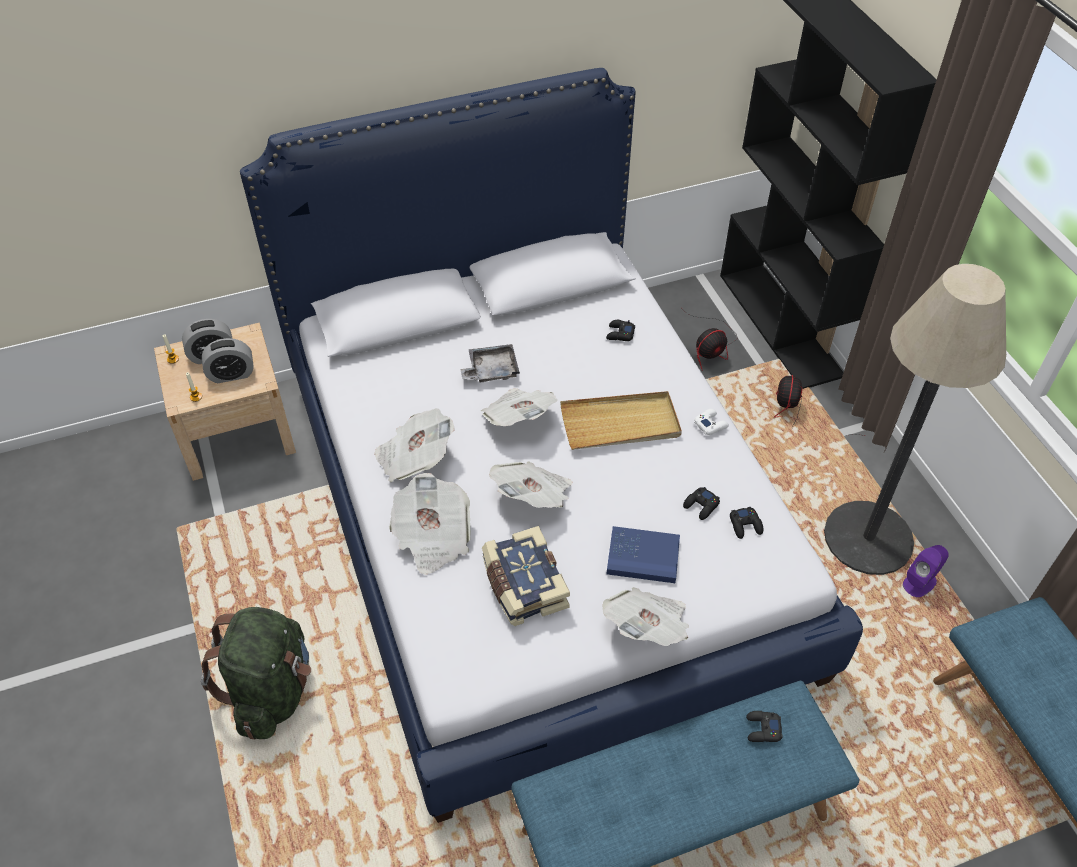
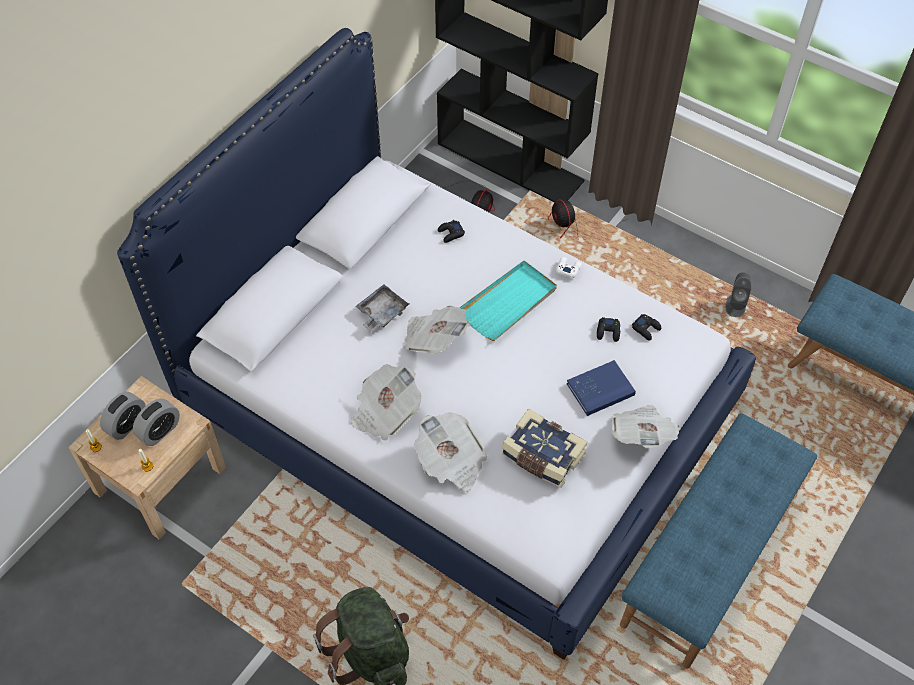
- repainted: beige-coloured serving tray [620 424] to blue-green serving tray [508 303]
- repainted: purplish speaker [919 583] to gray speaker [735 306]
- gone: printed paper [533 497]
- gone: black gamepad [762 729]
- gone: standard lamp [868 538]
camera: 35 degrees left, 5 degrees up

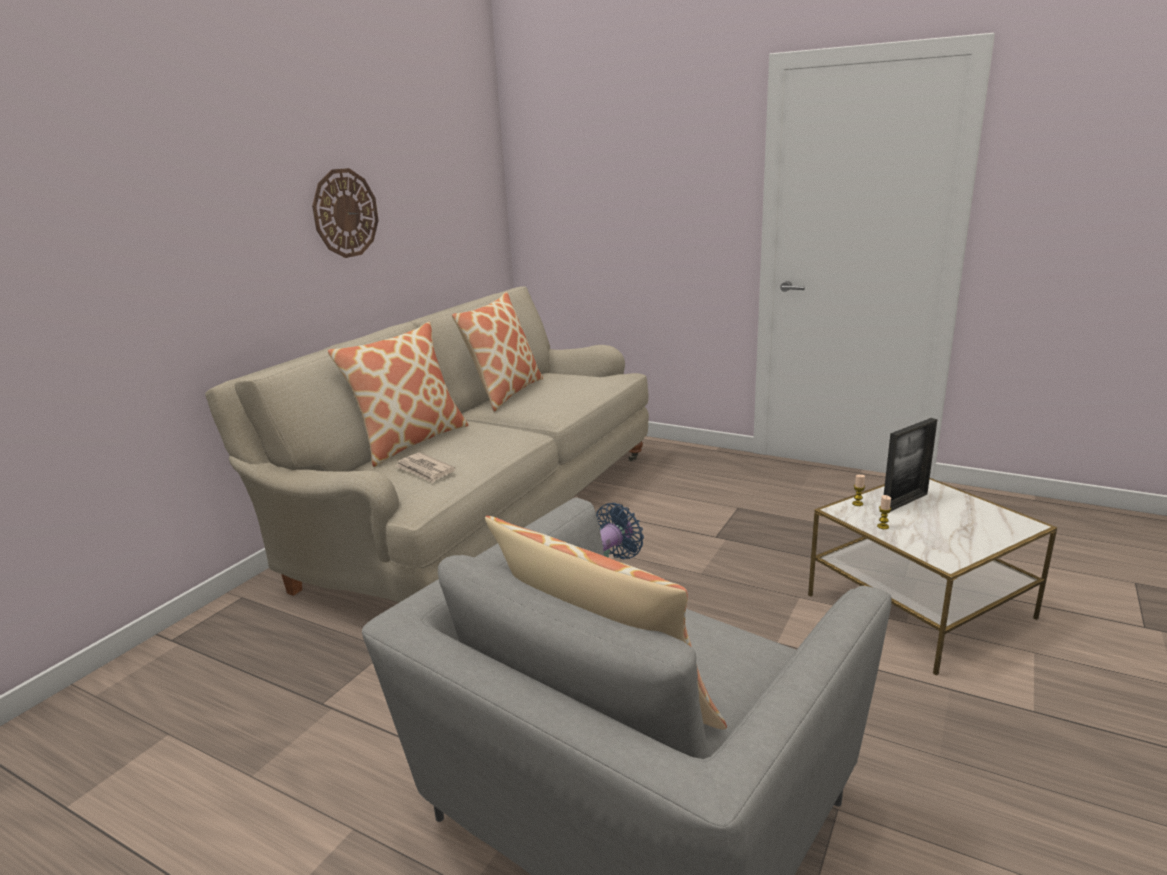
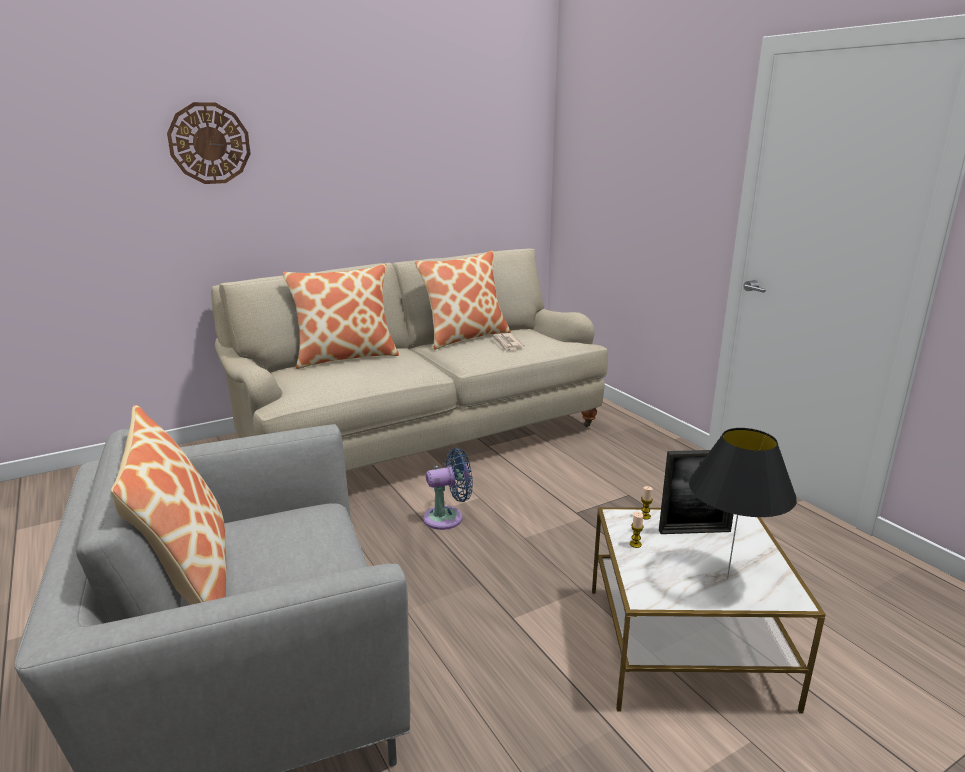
- shifted: clock on the wall [345 213] to [209 143]
- shifted: printed paper [425 470] to [507 344]
- new: black tabletop lamp [727 577]
camera: 30 degrees right, 0 degrees up

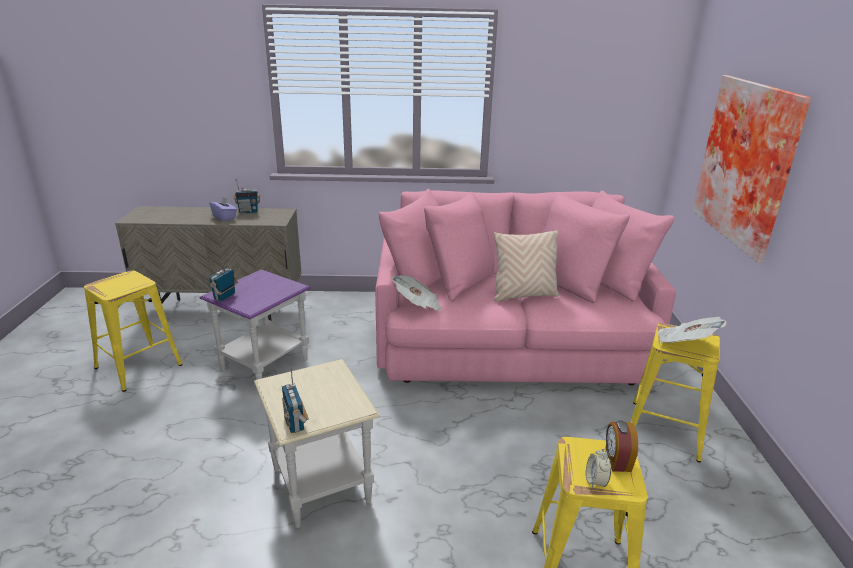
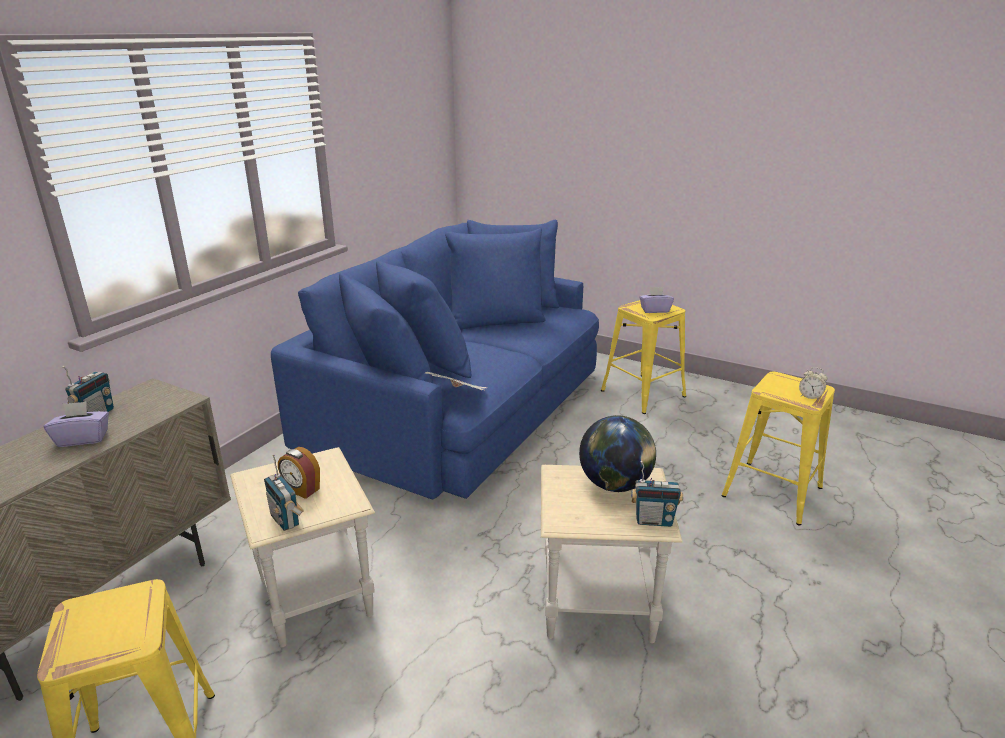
- repainted: purplish side table [264 365] to beige-coloured side table [316 598]
- repainted: pink-coloured sofa [509 340] to blue-coloured sofa [457 408]
- shifted: table clock [617 461] to [301 489]
- new: desk globe [614 485]
- swapped: printed paper [685 343] to purplish tissue holder [655 310]
- gone: beige-coloured cushion [524 295]
- gone: wall picture [749 163]
camera: 60 degrees left, 0 degrees up

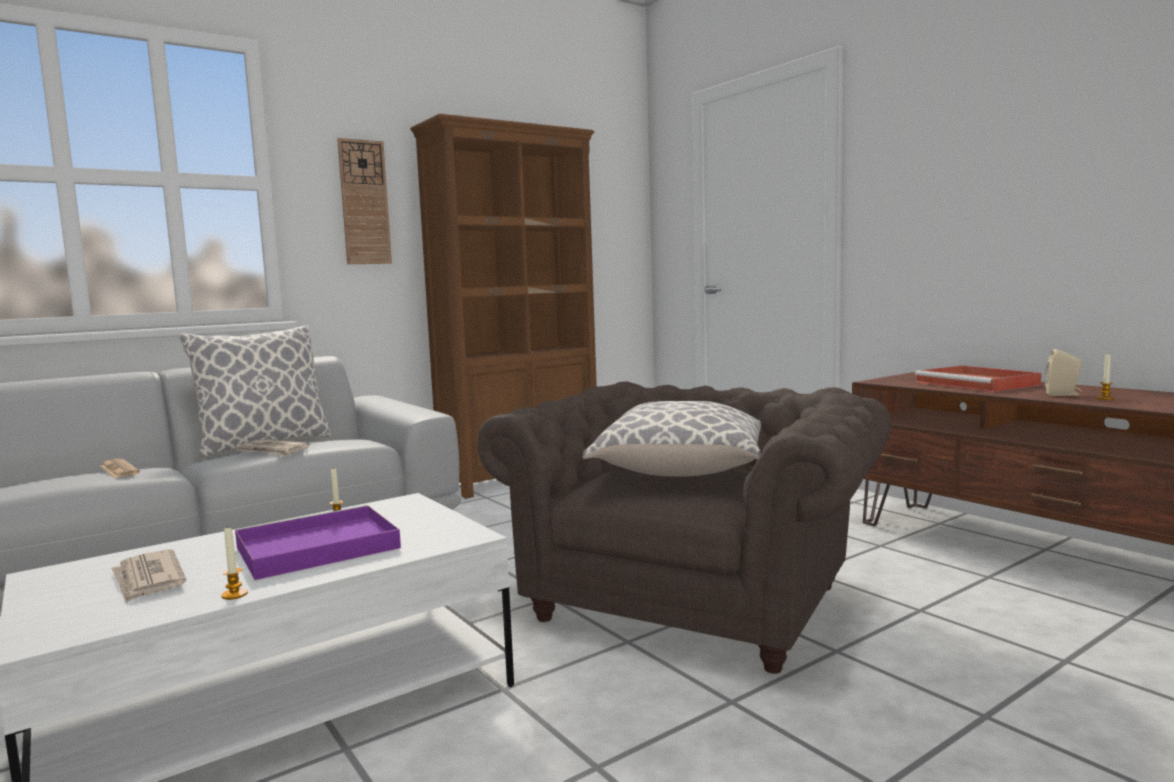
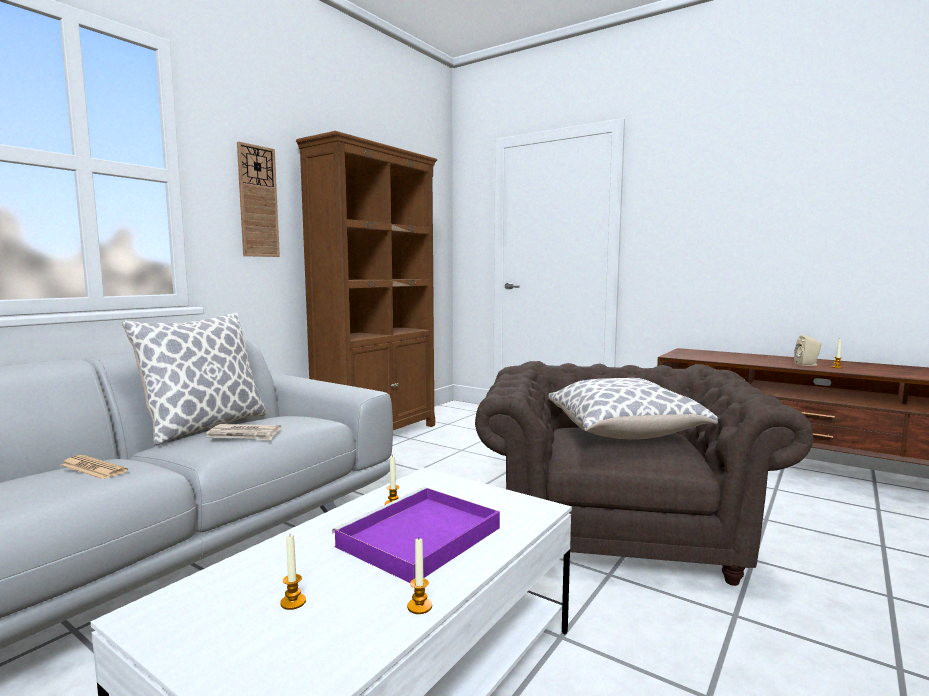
- swapped: printed paper [148 580] to wax light [293 602]
- gone: reddish serving tray [978 383]
camera: 20 degrees left, 0 degrees up

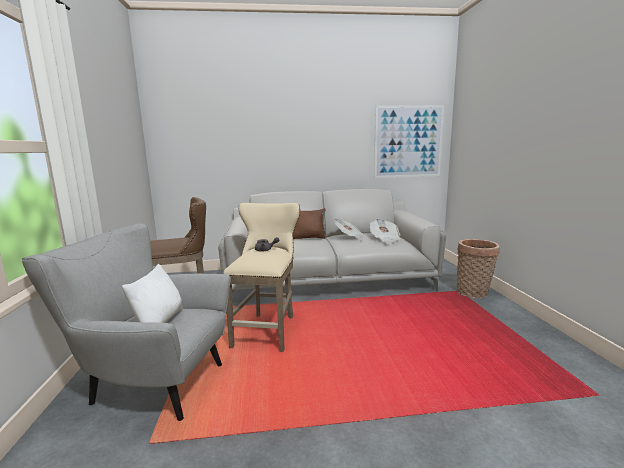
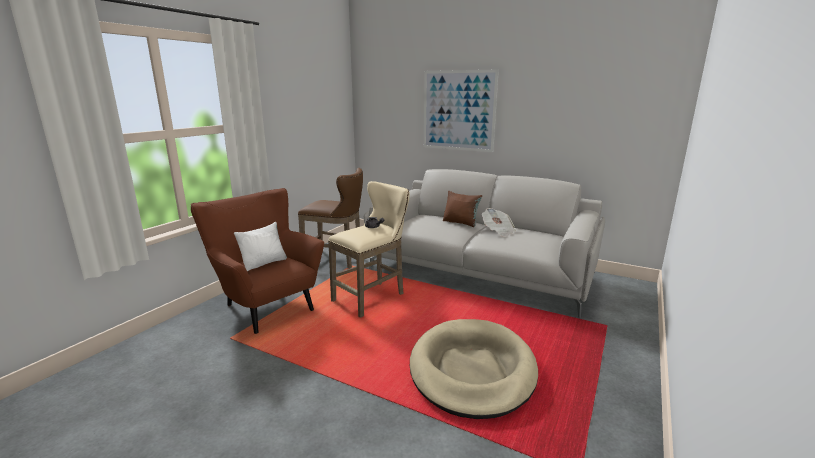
- repainted: gray armchair [150 384] to brownish armchair [265 306]
- new: beige-coloured dog cushion [472 370]
- shifted: wall picture [408 142] to [458 111]
- gone: printed paper [384 239]
- gone: storage basket [474 293]
camera: 35 degrees right, 5 degrees up

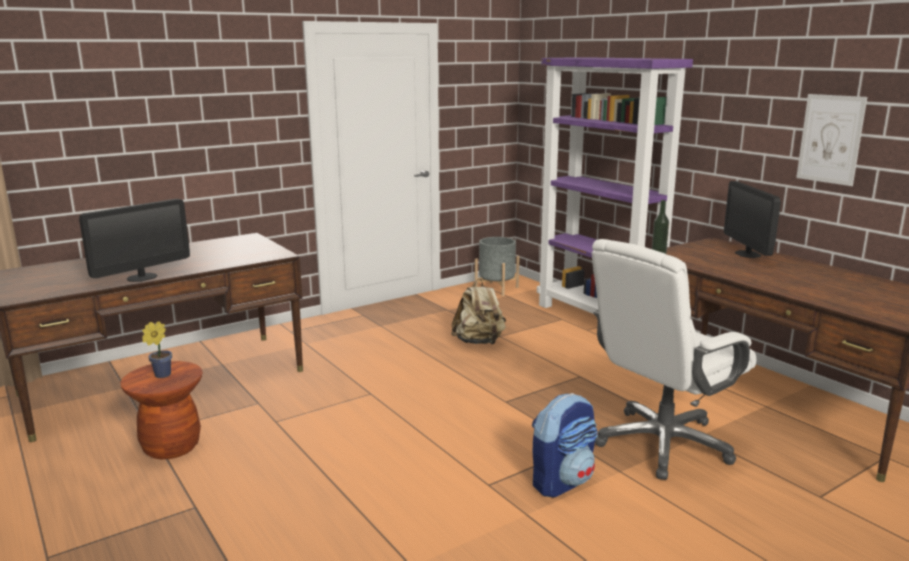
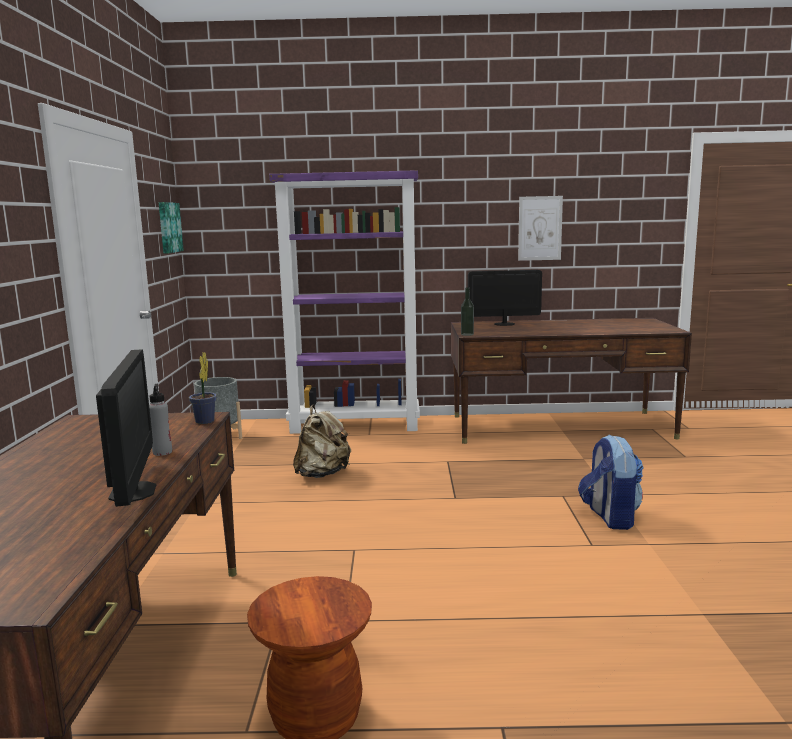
- new: gray drink bottle [162 452]
- new: wall picture [168 227]
- shifted: potted plant [160 375] to [204 422]
- rotated: computer display [748 254] = [504 324] 150 degrees clockwise
- gone: white-coloured computer chair [662 444]
camera: 55 degrees left, 5 degrees down

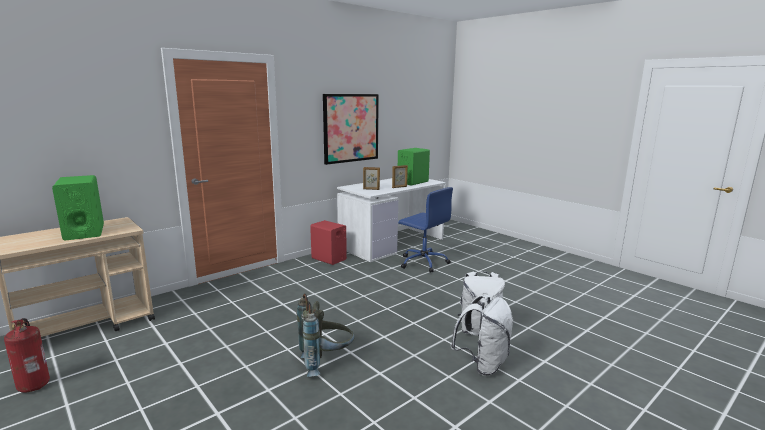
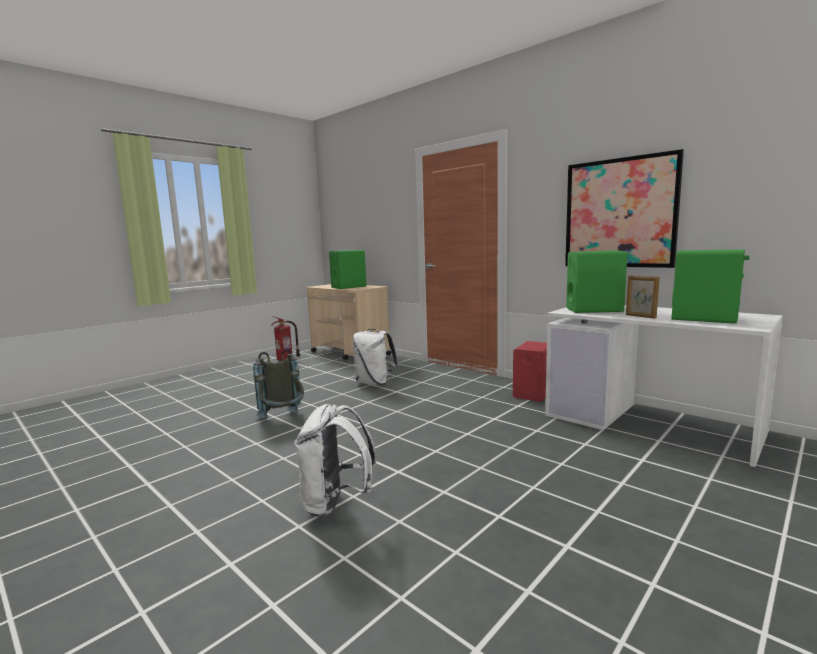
- shifted: white-coloured rucksack [483 364] to [374 383]
- swapped: standing frame [371 189] to green speaker [594 310]
- gone: blue-coloured computer chair [423 262]
camera: 85 degrees right, 5 degrees down

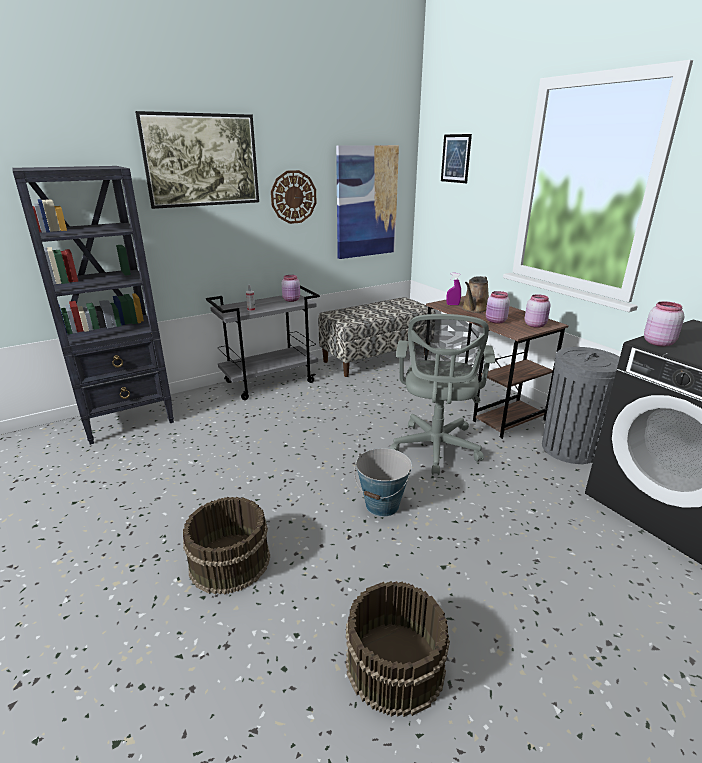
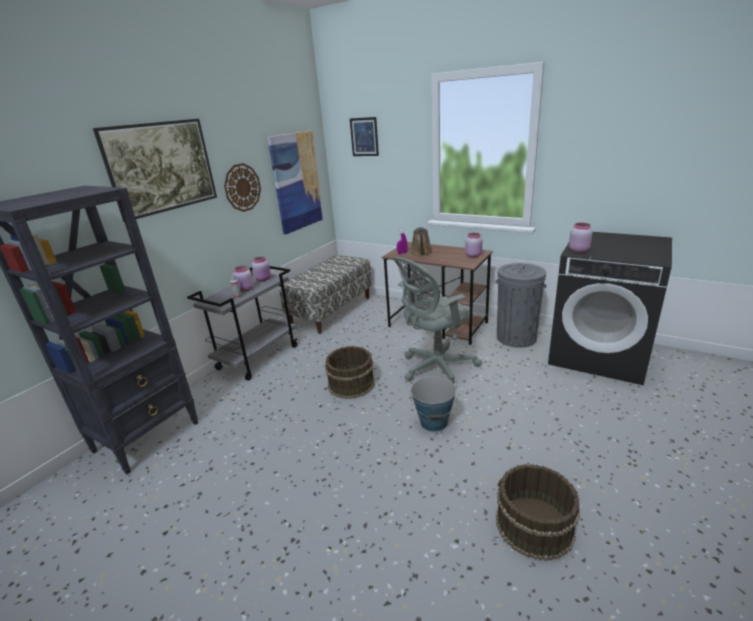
- shifted: pink-coloured jar [495 321] to [245 289]
- shifted: brownish bucket [229 561] to [351 383]
- rotated: gray computer chair [435 449] = [435 368] 75 degrees clockwise
camera: 25 degrees left, 0 degrees up

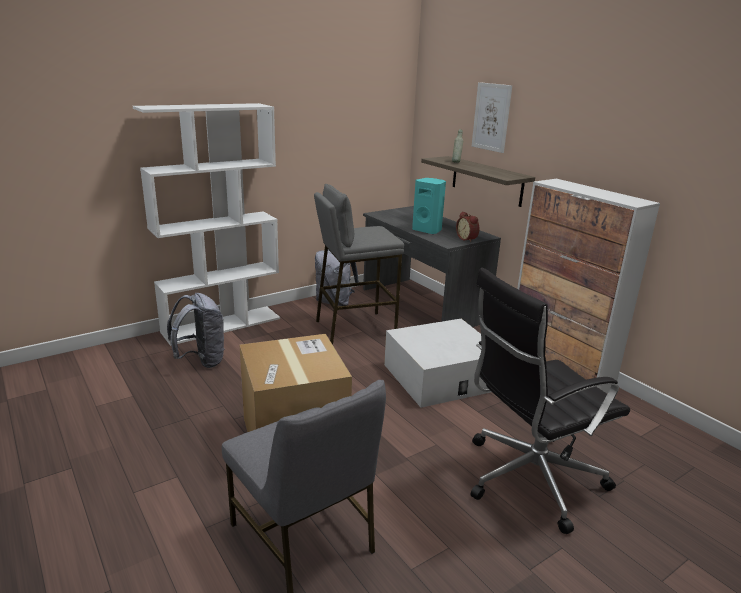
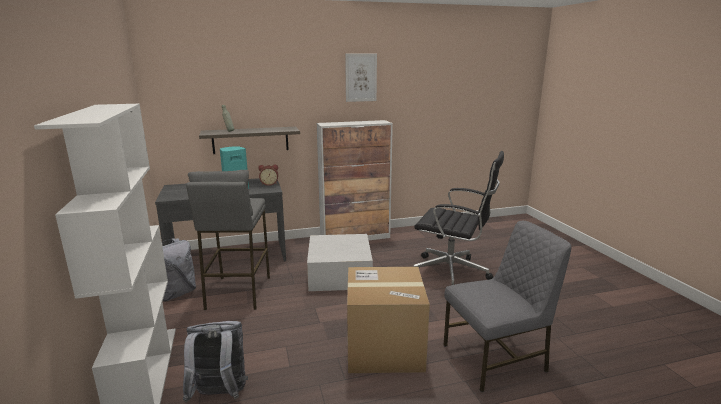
- shifted: wall picture [491 117] to [361 77]
- rotated: black computer chair [528 478] = [452 273] 60 degrees counterclockwise
camera: 70 degrees left, 5 degrees down

